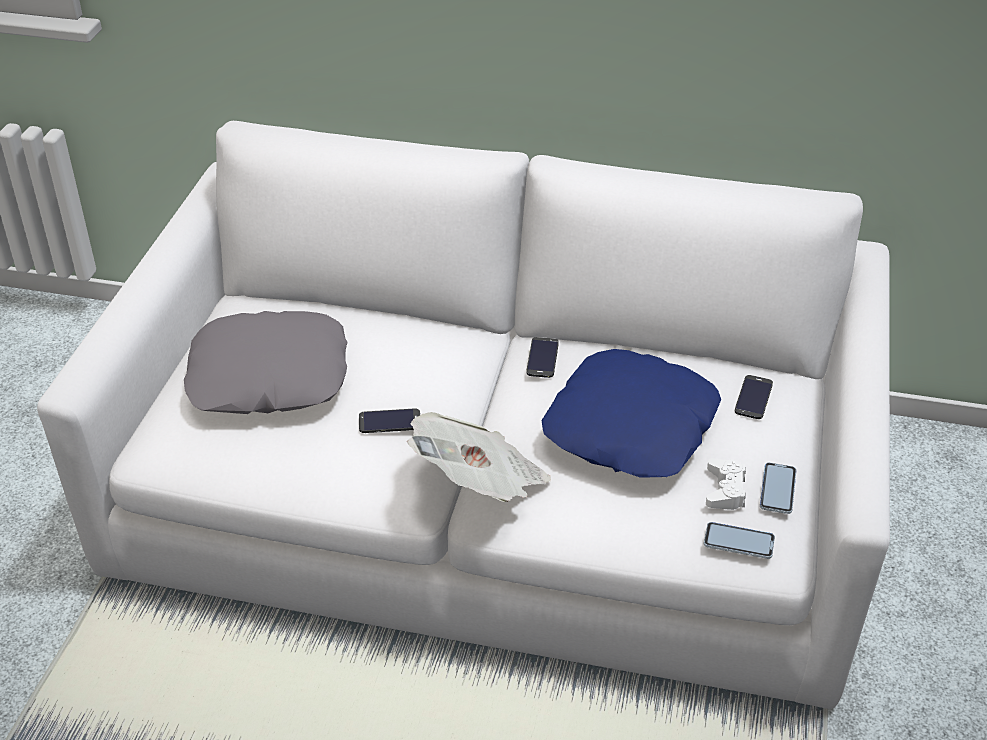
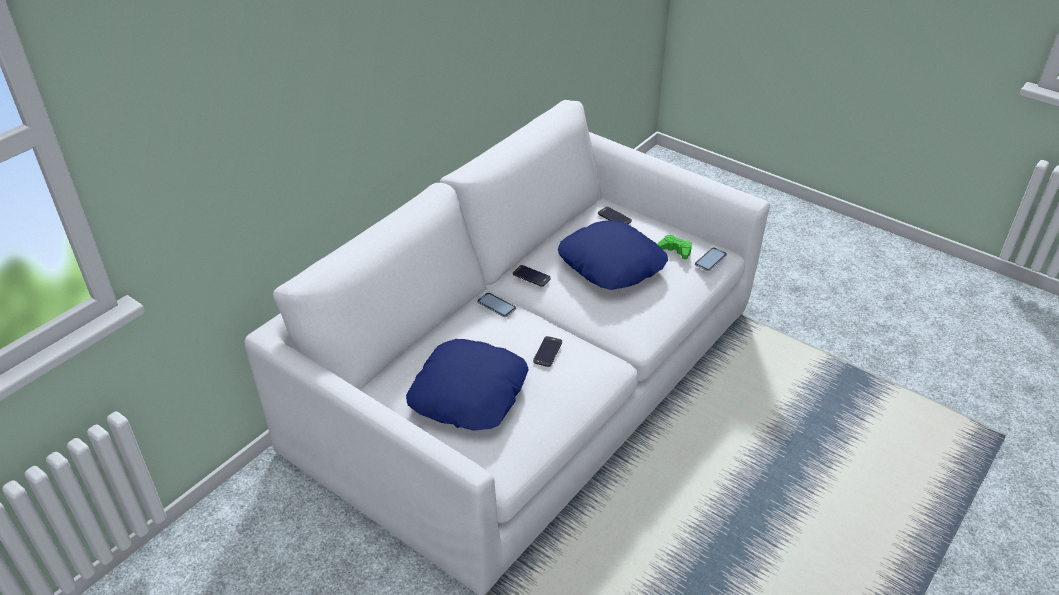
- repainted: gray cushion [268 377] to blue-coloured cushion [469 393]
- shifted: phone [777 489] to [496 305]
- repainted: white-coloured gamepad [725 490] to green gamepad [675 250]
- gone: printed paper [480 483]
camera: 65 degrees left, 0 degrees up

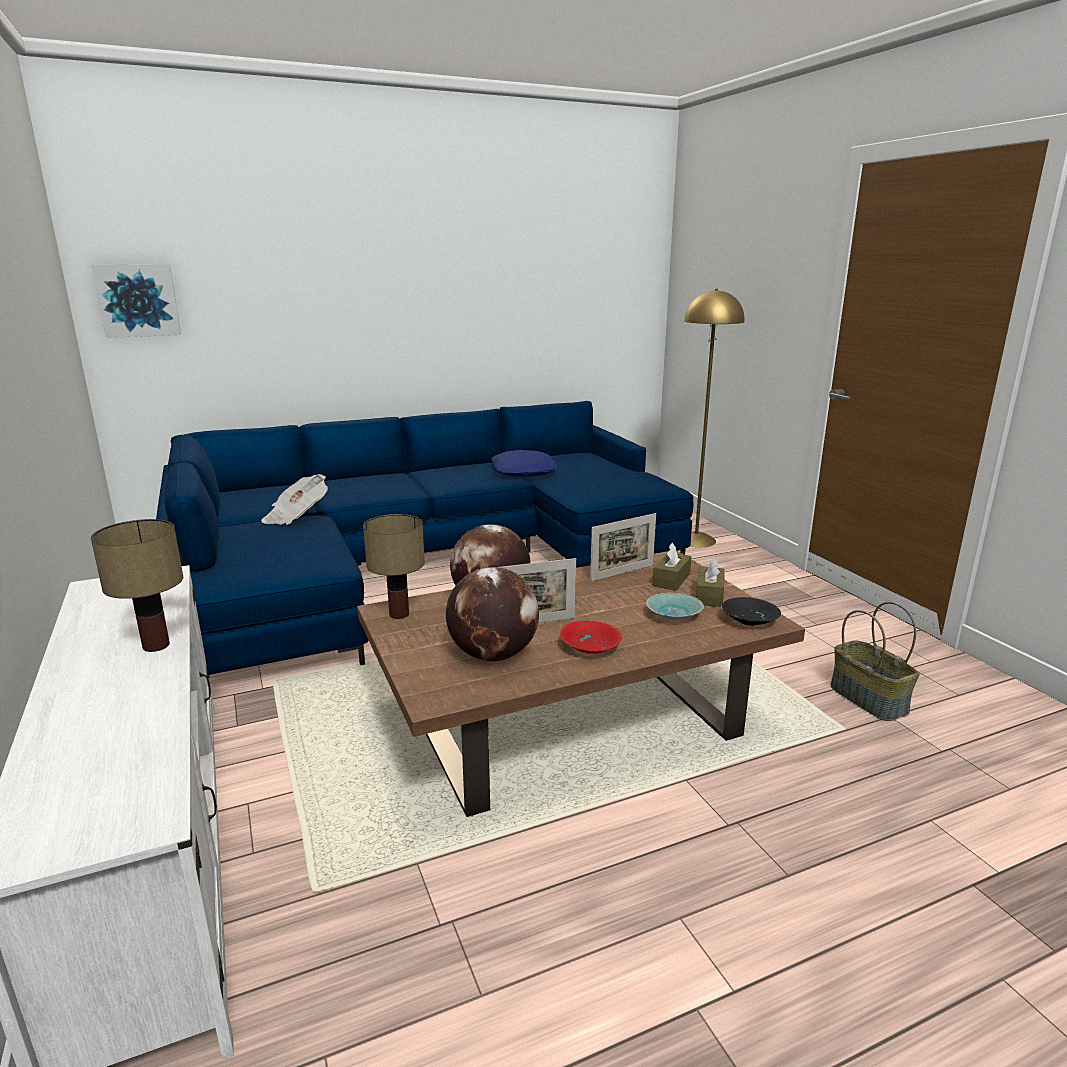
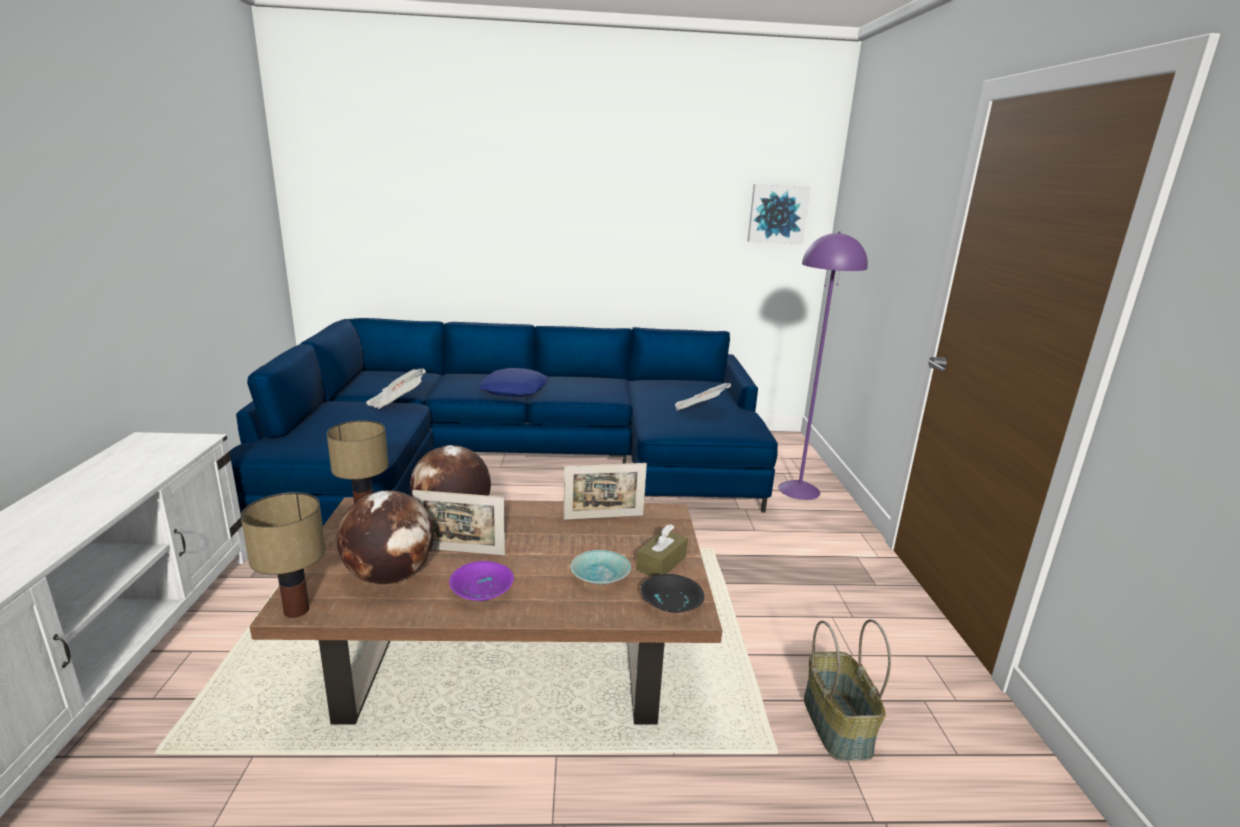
- shifted: tabletop lamp [156 645] to [297 609]
- repainted: reddish deep dish [591 646] to purplish deep dish [484 590]
- shifted: blue-coloured cushion [524 471] to [515 390]
- new: printed paper [699 410]
- shifted: wall picture [138 300] to [777 214]
- repainted: yellow standard lamp [696 540] to purplish standard lamp [799 490]
- gone: brownish tissue holder [671 580]
camera: 20 degrees right, 0 degrees up

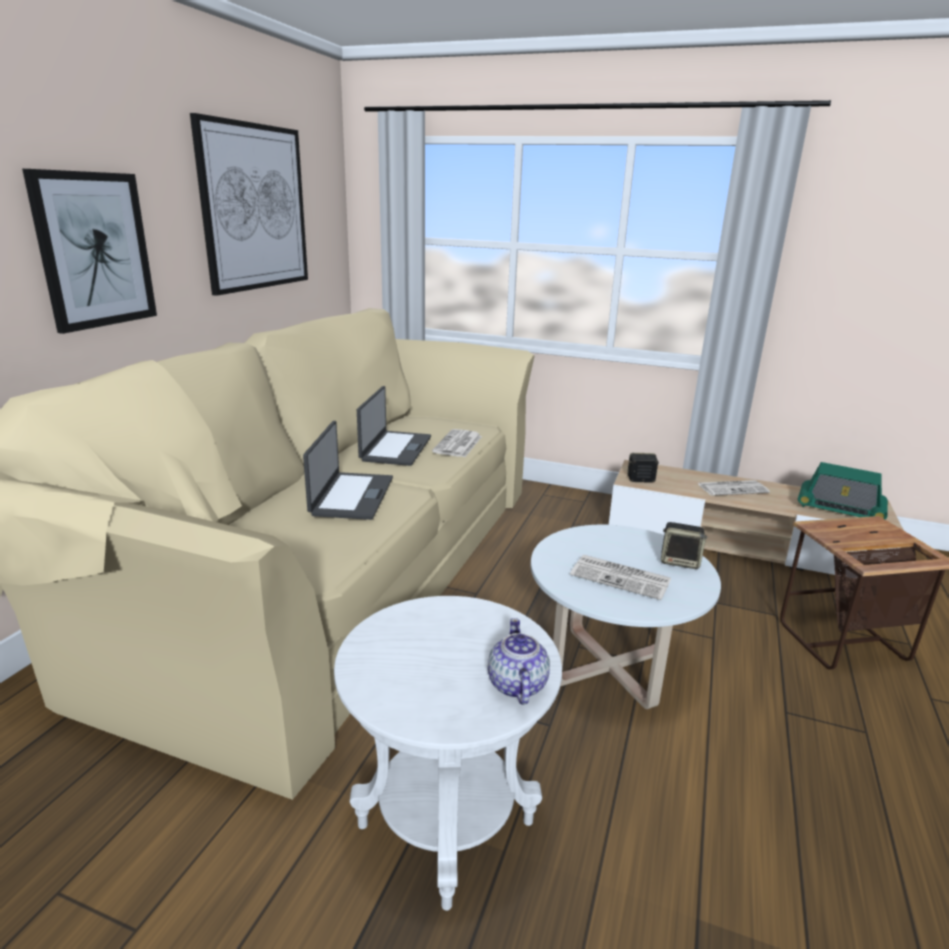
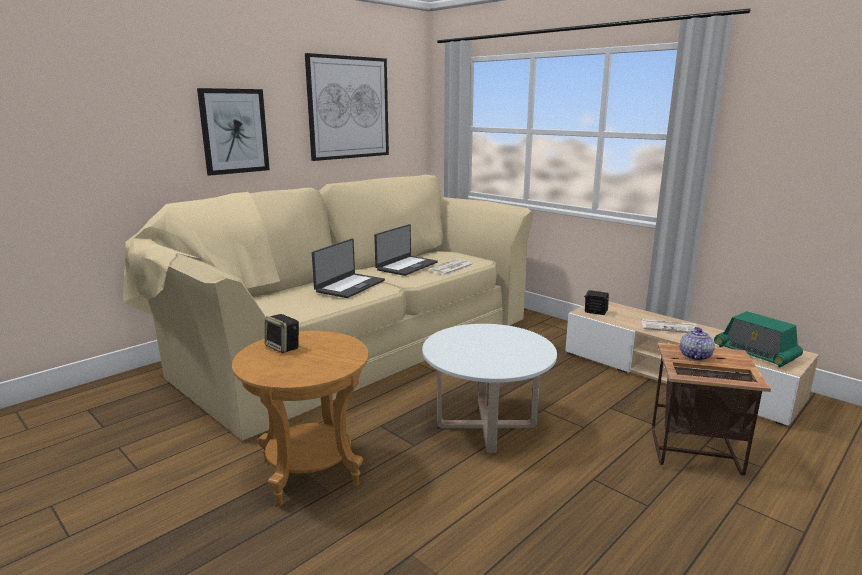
- repainted: white-coloured side table [445 823] to brownish side table [310 472]
- shifted: speaker [680 561] to [283 347]
- shifted: pot for tea [516 685] to [694 356]
- gone: printed paper [622 577]
camera: 25 degrees right, 5 degrees down

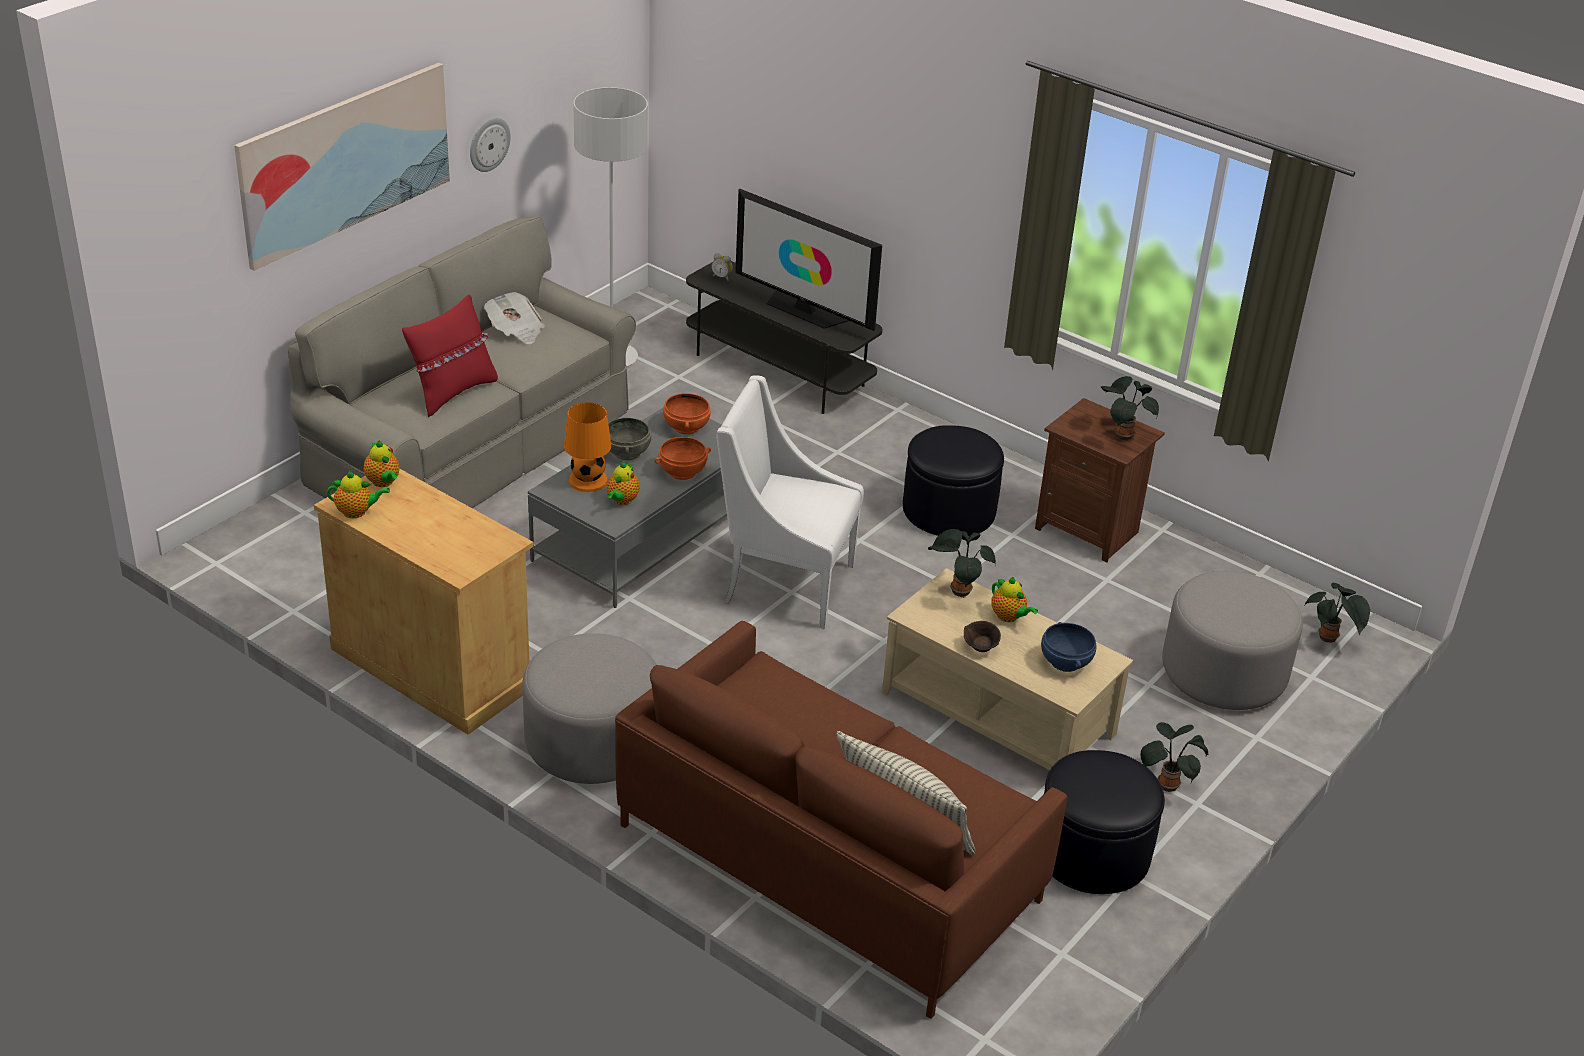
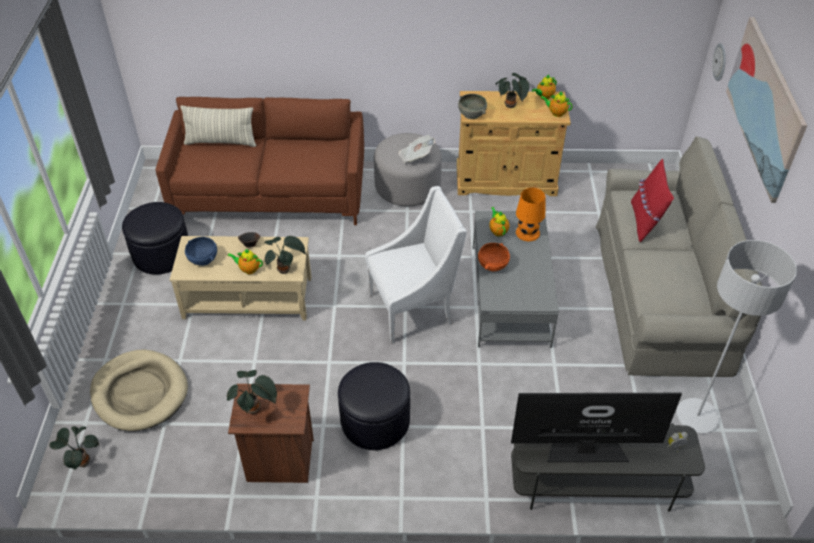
- swapped: gray pouffe [1223 674] to beige-coloured dog cushion [140 393]
- shifted: printed paper [515 331] to [415 156]
- shifted: gray deep dish [627 452] to [471 114]
- shifted: potted plant [1167 784] to [511 106]
- shifted: clock on the wall [488 144] to [720 62]
- gone: orangey deep dish [685 427]
camera: 145 degrees right, 10 degrees up

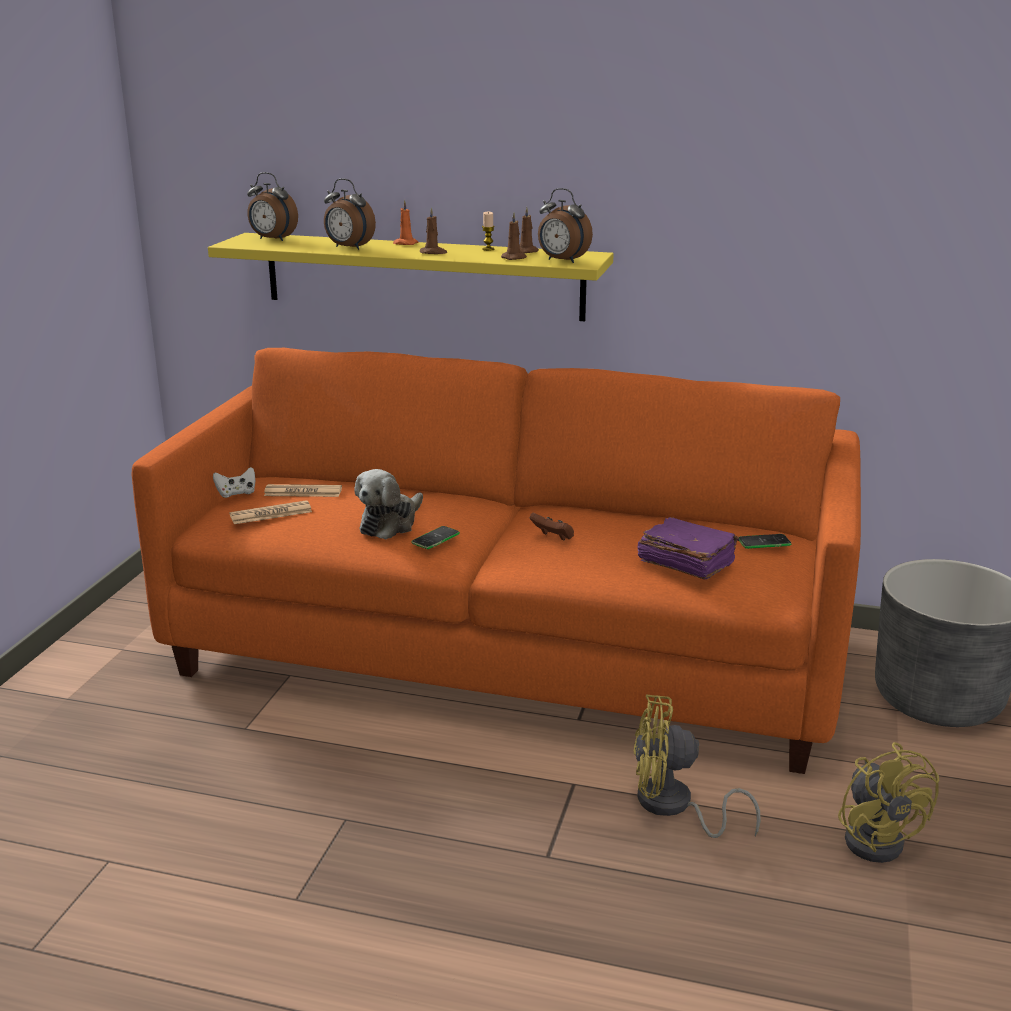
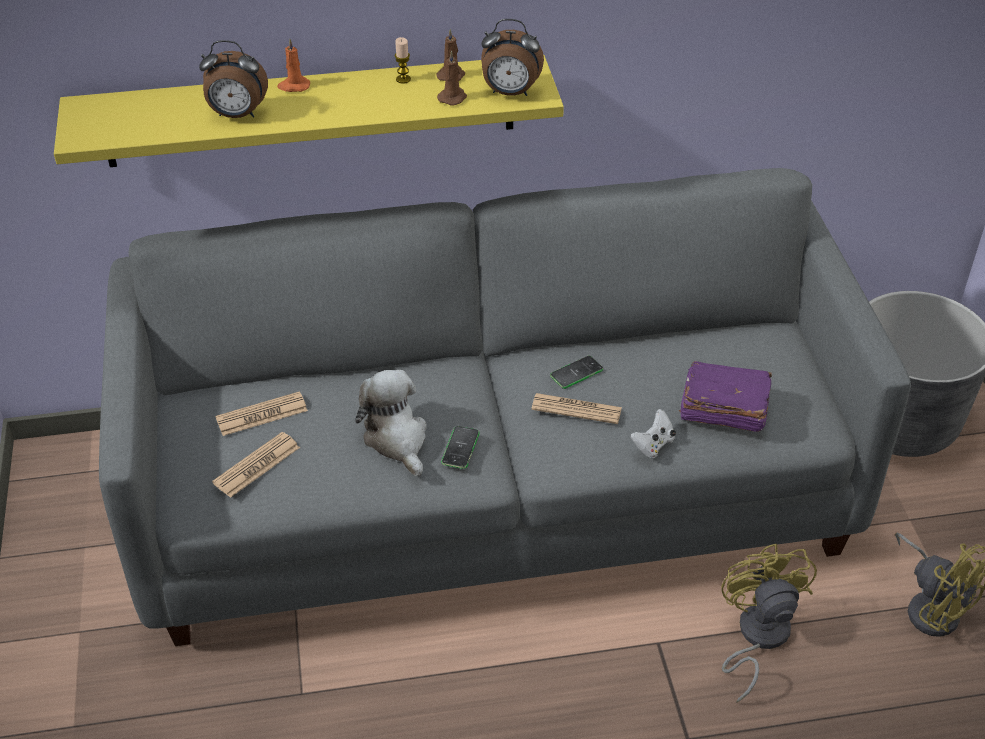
- repainted: orangey sofa [507 653] to gray sofa [493 492]
- rotated: soft toy [390 523] = [397 439] 150 degrees clockwise
- swapped: brownish gamepad [553 537] to printed paper [576 409]
- shifted: phone [764 542] to [576 373]
- shifted: white-coloured gamepad [236 493] to [653 445]
- rotated: yellow cooling fan [673 807] = [757 637] 105 degrees clockwise
- gone: table clock [272 239]
- gone: brownish wax light [433 253]
camera: 25 degrees left, 20 degrees up

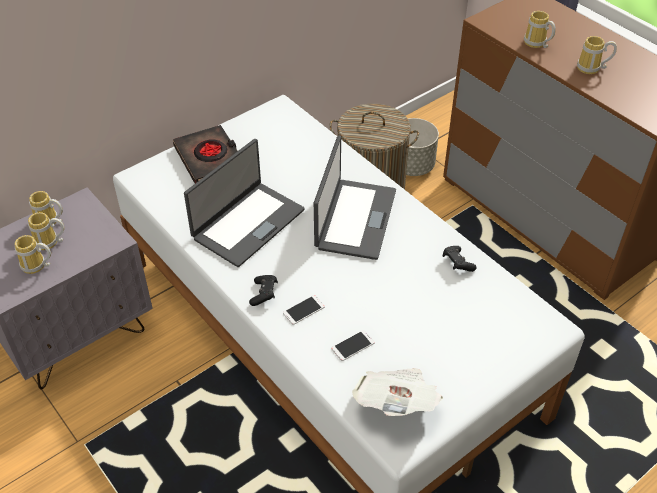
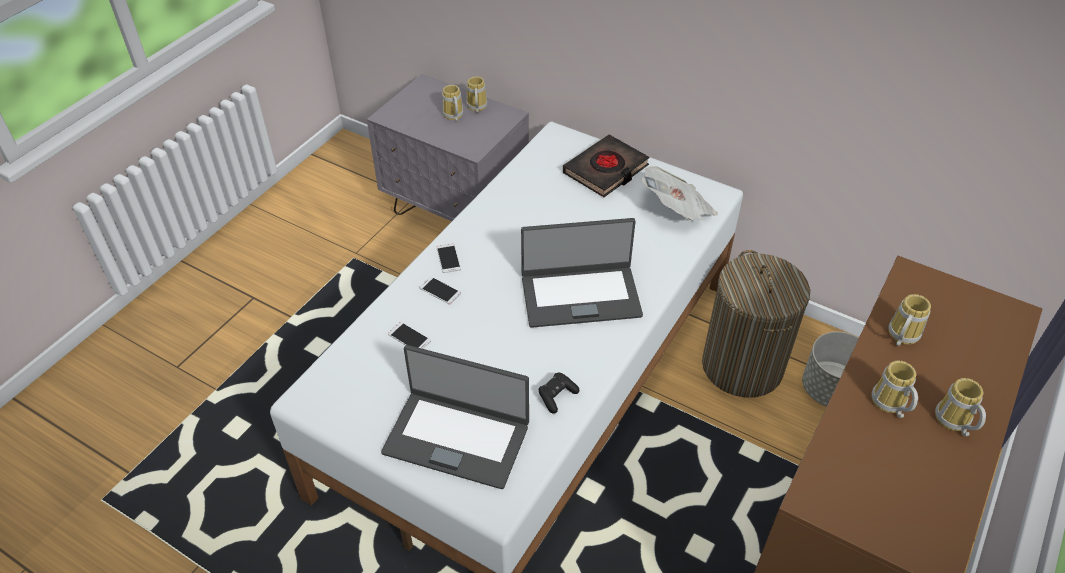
- shifted: notebook computer [247 223] to [457 438]
- swapped: black gamepad [264 294] to phone [448 258]
- shifted: printed paper [397 403] to [677 210]
- shifted: mug [36 267] to [952 422]
camera: 70 degrees right, 0 degrees up

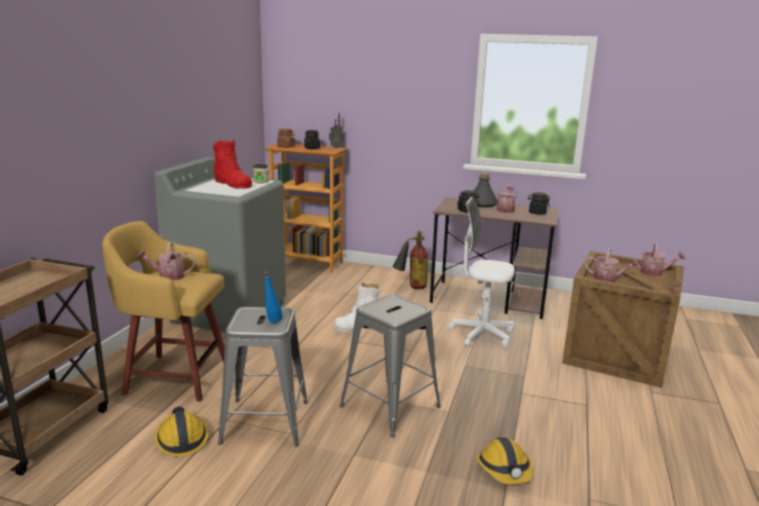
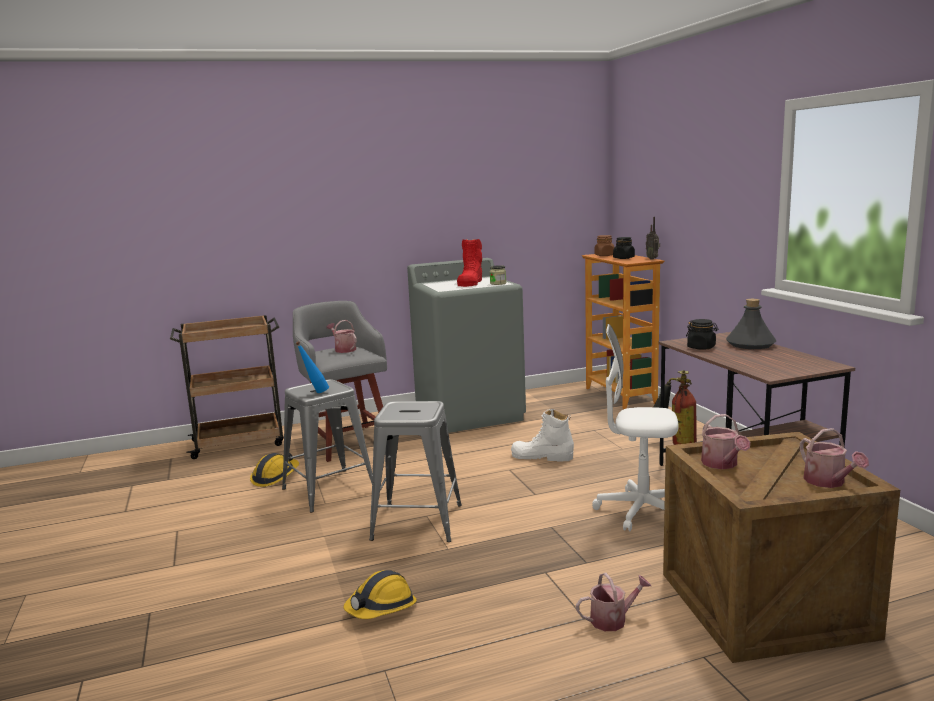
- repainted: yellow sitting stool [174 376] to gray sitting stool [347 441]
- shifted: watering can [506 210] to [613 619]
- rotated: white-coloured computer chair [482 334] = [640 511] 60 degrees counterclockwise
- gone: black jar [537 213]
camera: 55 degrees right, 5 degrees down

